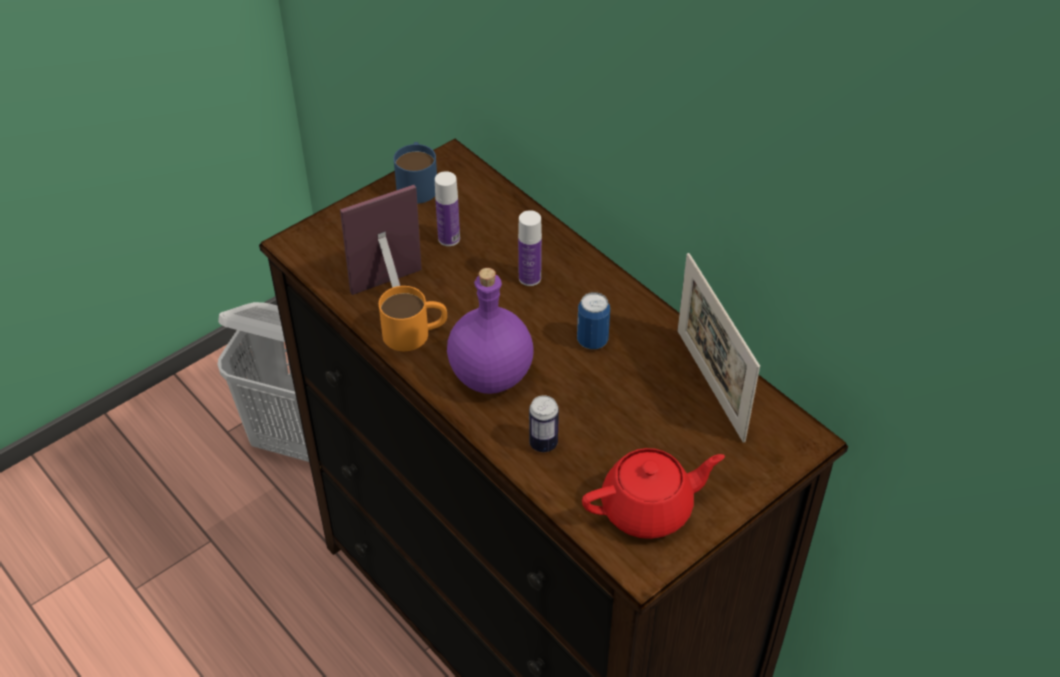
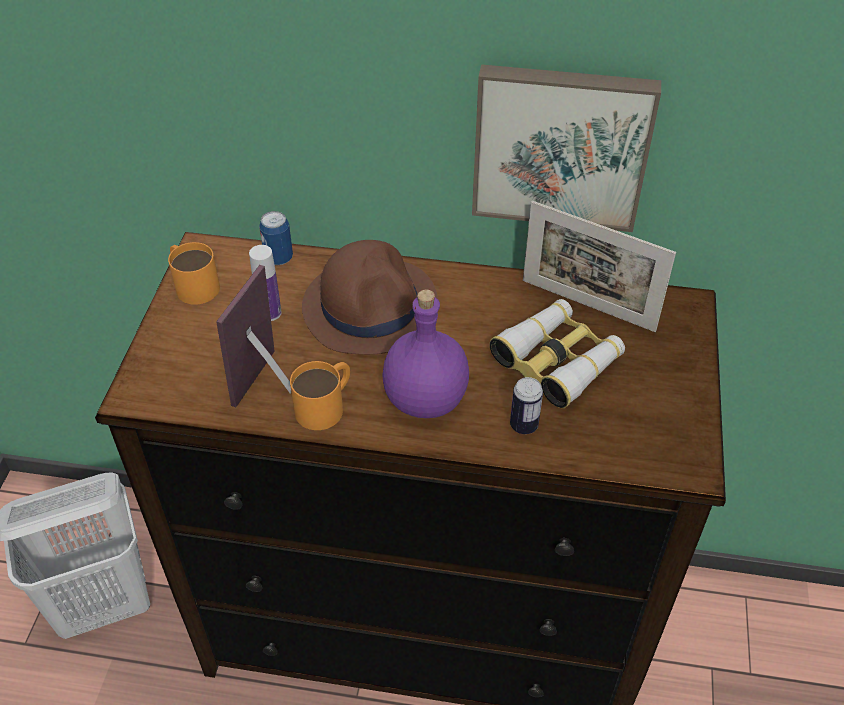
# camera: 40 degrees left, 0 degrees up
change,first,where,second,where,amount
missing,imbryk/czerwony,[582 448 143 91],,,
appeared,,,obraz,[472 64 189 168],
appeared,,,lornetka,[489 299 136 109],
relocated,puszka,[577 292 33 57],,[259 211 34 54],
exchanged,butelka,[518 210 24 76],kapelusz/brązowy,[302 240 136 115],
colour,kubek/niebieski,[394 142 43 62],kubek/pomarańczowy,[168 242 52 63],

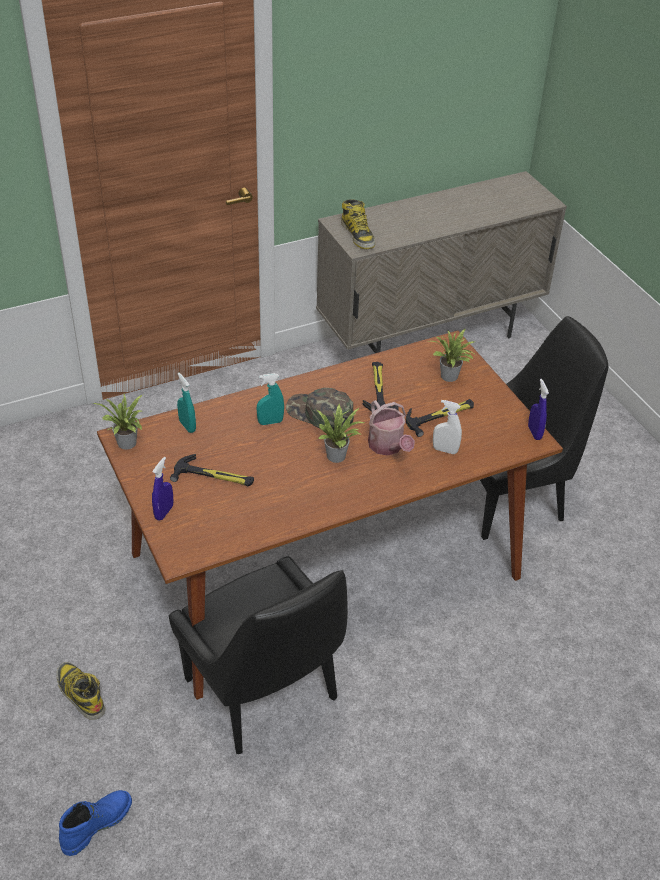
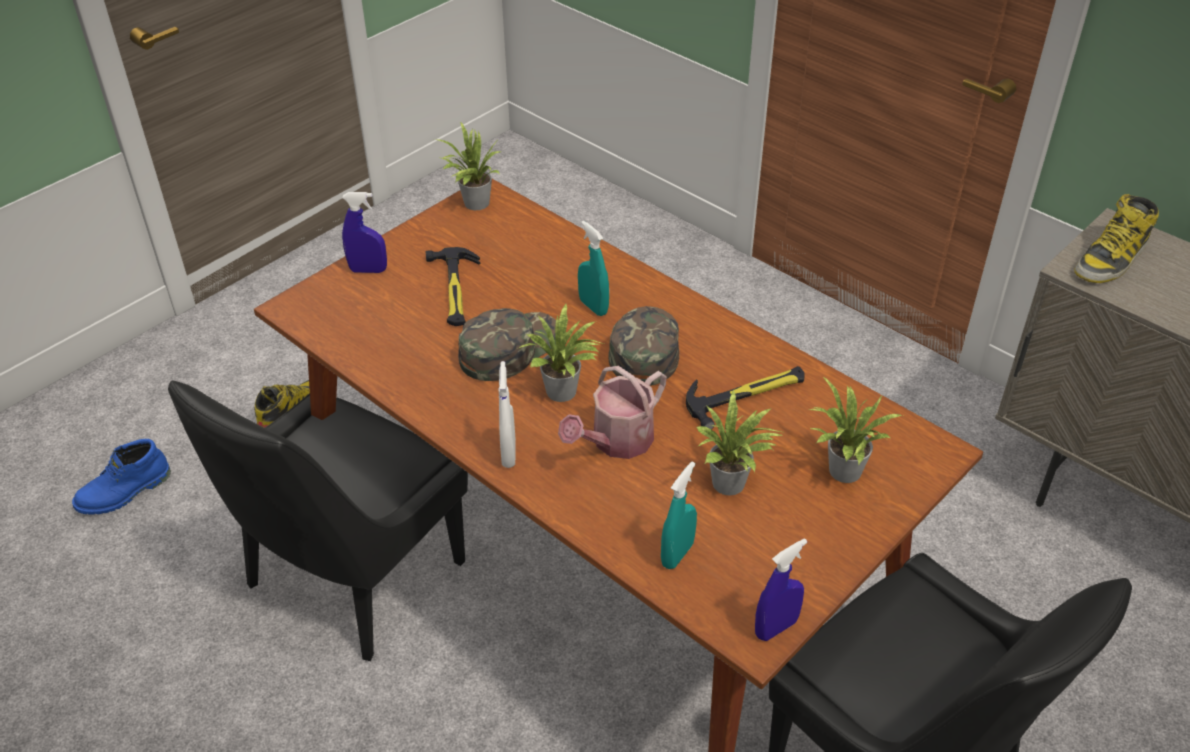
# camera: 70 degrees right, 0 degrees up
change,first,where,second,where,amount
appeared,,,czapka z daszkiem/zielony,[458 308 98 73],
relocated,spryskiwacz/turkusowy,[177 373 19 60],,[661 462 36 107],
relocated,spryskiwacz/biały,[433 400 29 54],,[499 361 17 107],
exchanged,młotek,[406 399 68 38],roślina doniczkowa,[697 390 87 105],
spun,but z cholewką/niebieski,[59 790 73 66],,[72 439 99 76],120 degrees clockwise

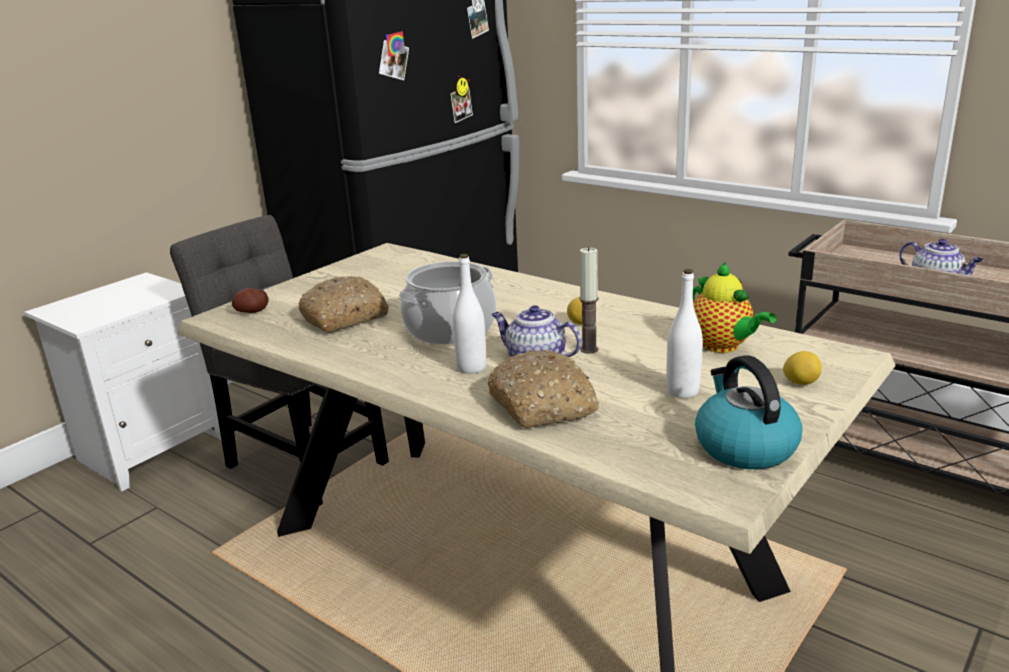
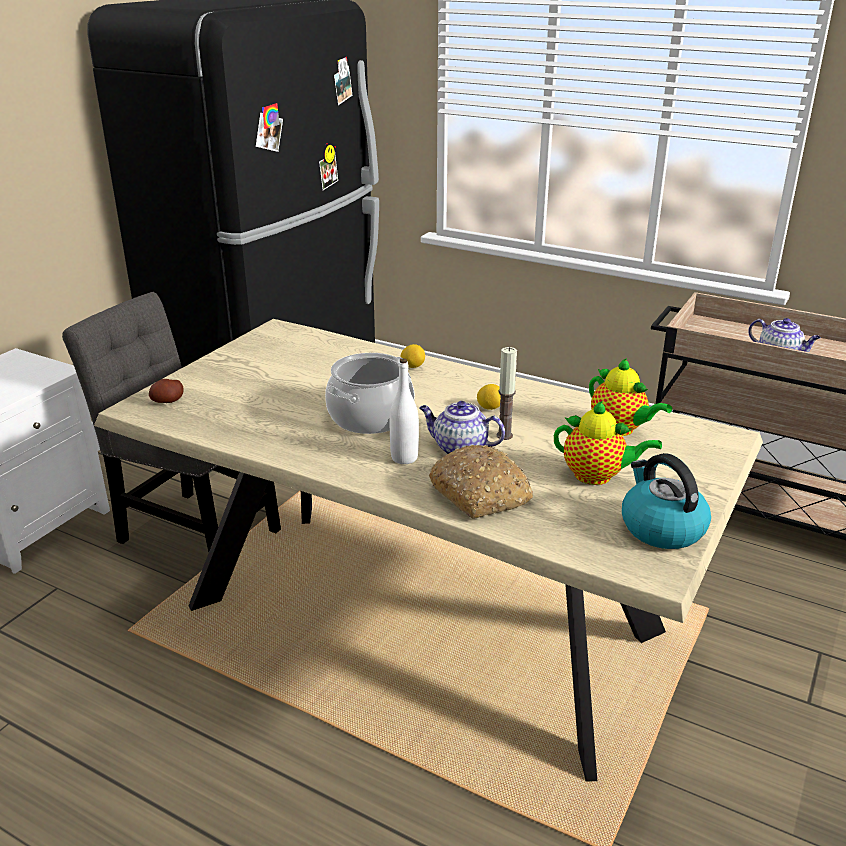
# camera: 10 degrees left, 5 degrees up
change,first,where,second,where,amount
missing,chleb,[299 276 90 57],,,
relocated,cytryna,[783 351 39 34],,[401 344 24 24],
exchanged,butelka/biały,[666 269 37 129],imbryk,[554 401 108 84],

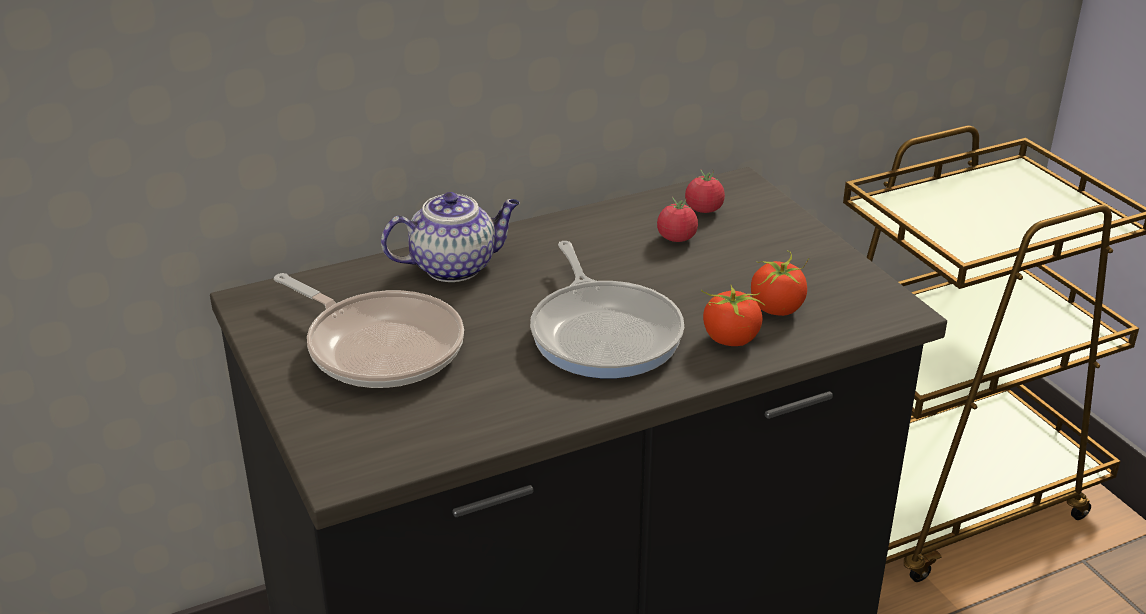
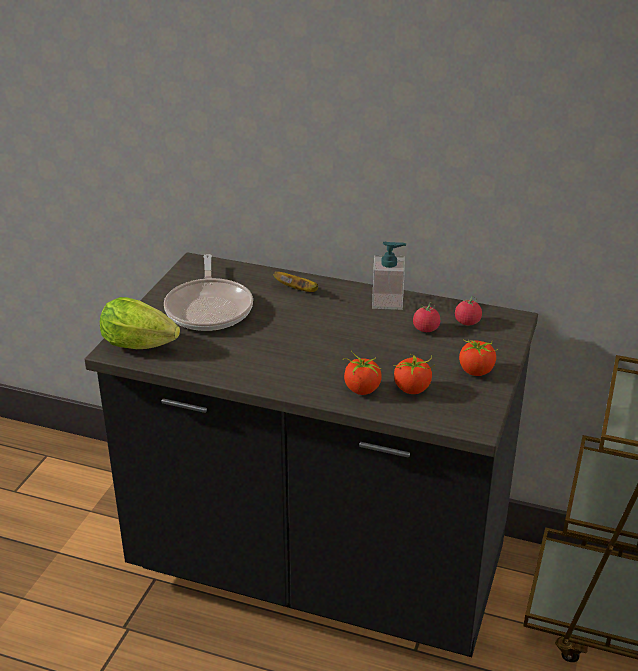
# camera: 45 degrees right, 0 degrees up
change,first,where,second,where,amount
missing,patelnia,[530 241 154 137],,,
appeared,,,sałata,[100 297 80 52],
appeared,,,dozownik mydła,[372 242 34 68],
appeared,,,pomidor,[459 339 39 37],
exchanged,imbryk,[381 192 139 90],banan,[273 272 45 20],

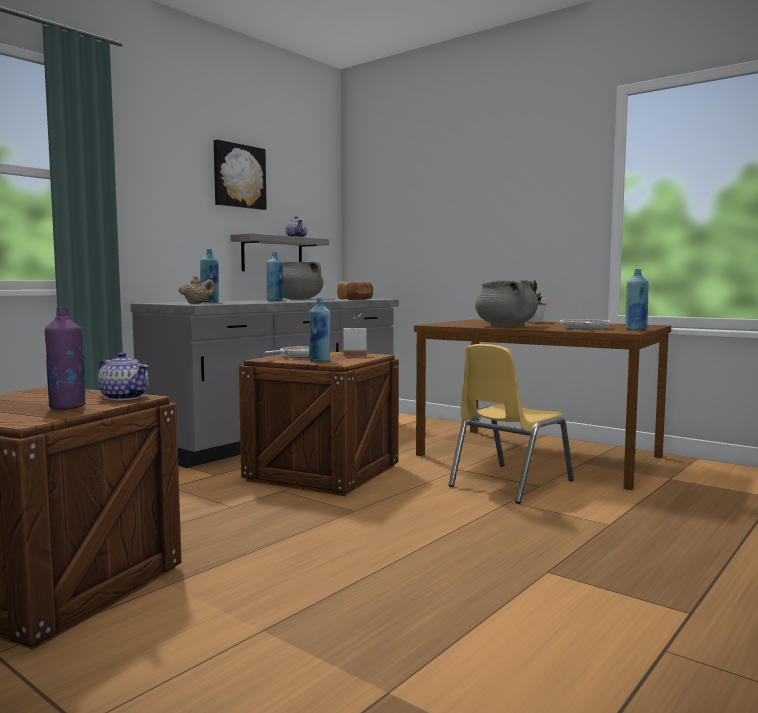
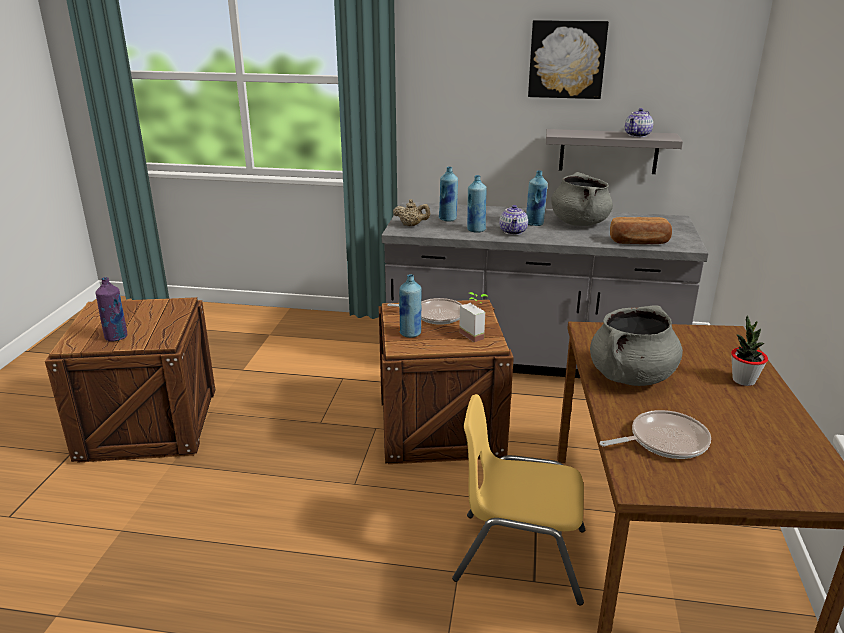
# camera: 60 degrees right, 20 degrees up
change,first,where,second,where,amount
relocated,imbryk,[98 352 51 49],,[499 205 29 30],
relocated,butelka/niebieski,[626 269 23 61],,[467 175 20 58],

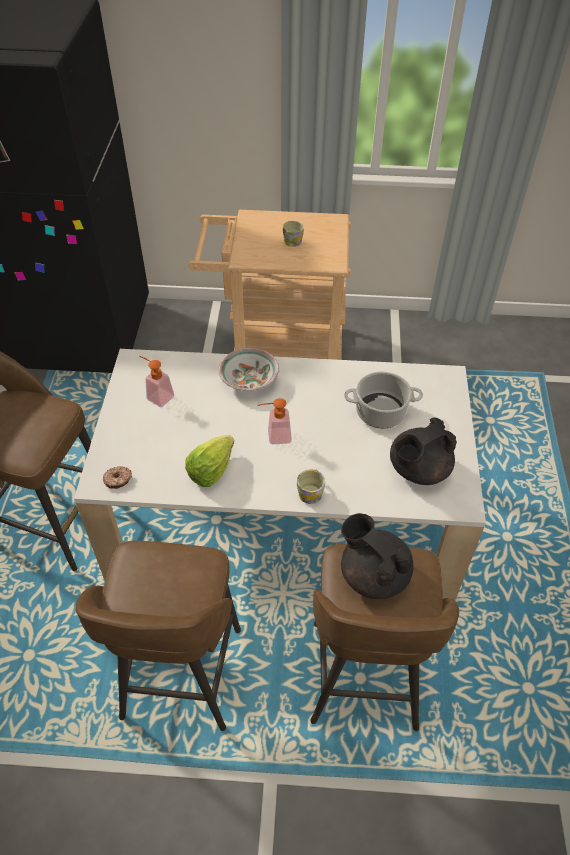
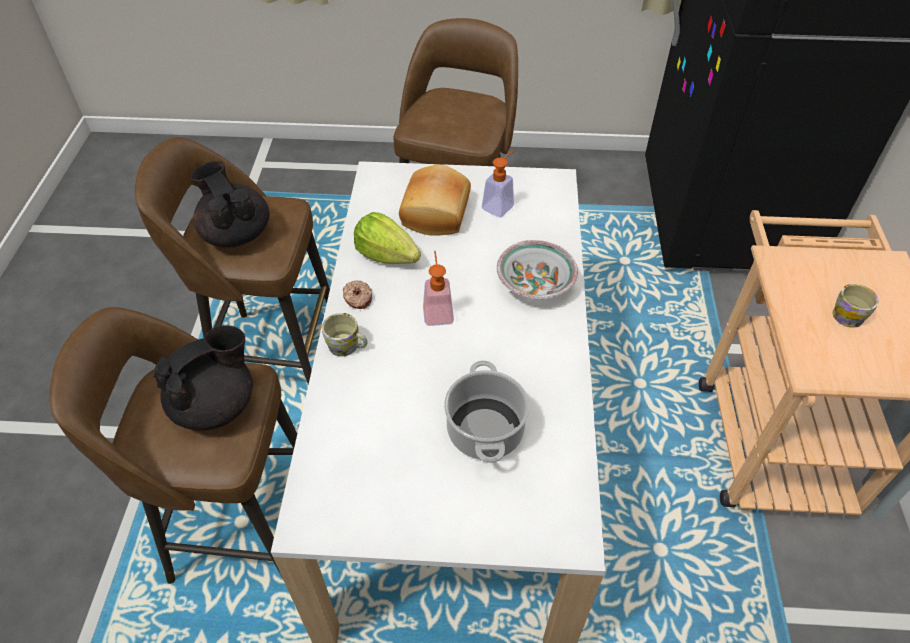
# camera: 90 degrees right, 0 degrees up
change,first,where,second,where,amount
appeared,,,chleb,[399 164 72 72],
relocated,donut,[103 466 29 23],,[343 281 29 28],
relocated,imbryk/czarny,[390 417 67 68],,[191 161 79 87],

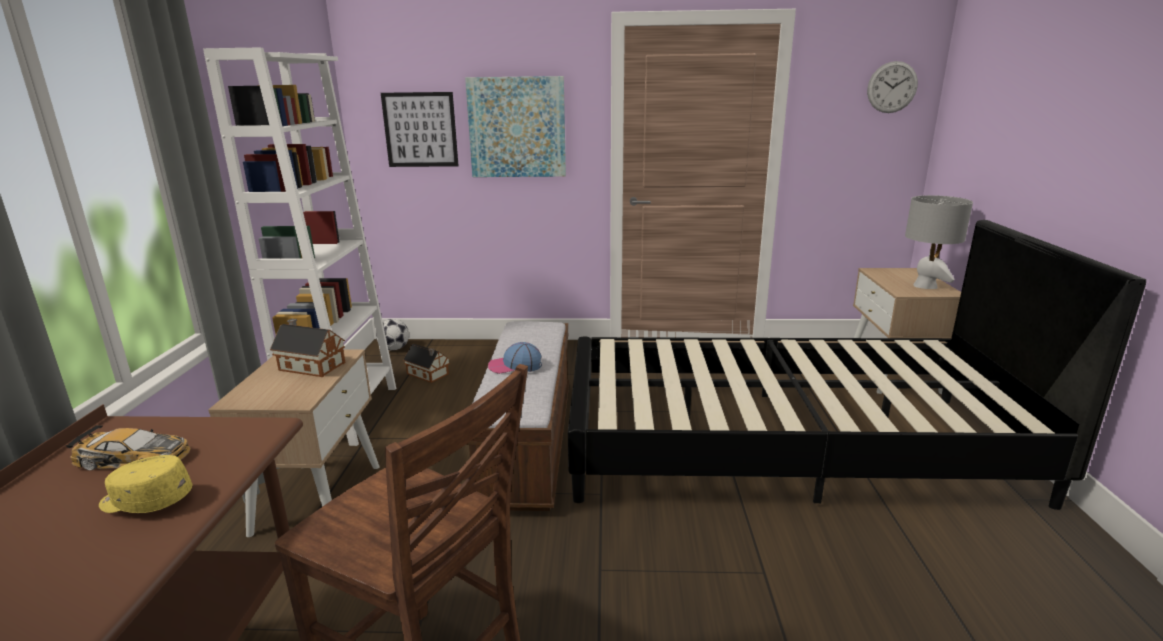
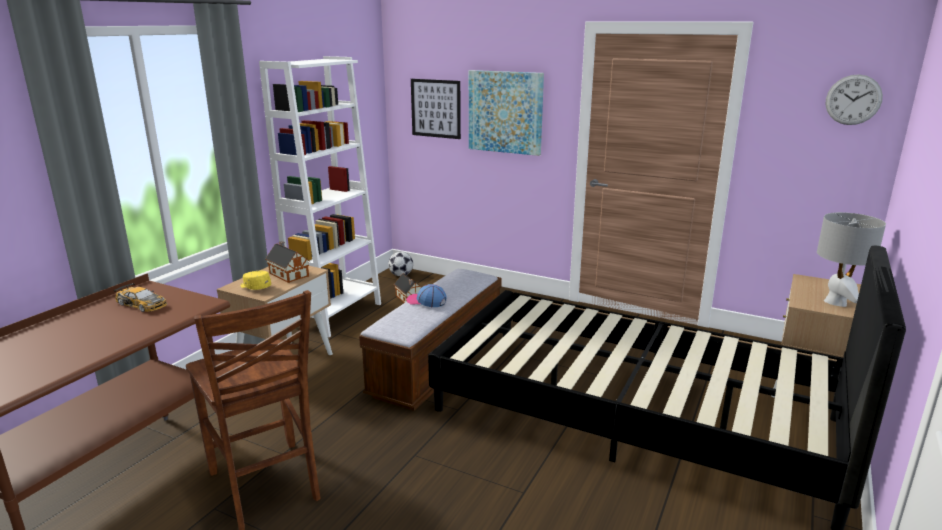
# camera: 25 degrees right, 0 degrees up
change,first,where,second,where,amount
relocated,czapka z daszkiem/żółty,[99 455 93 58],,[240 271 31 19],

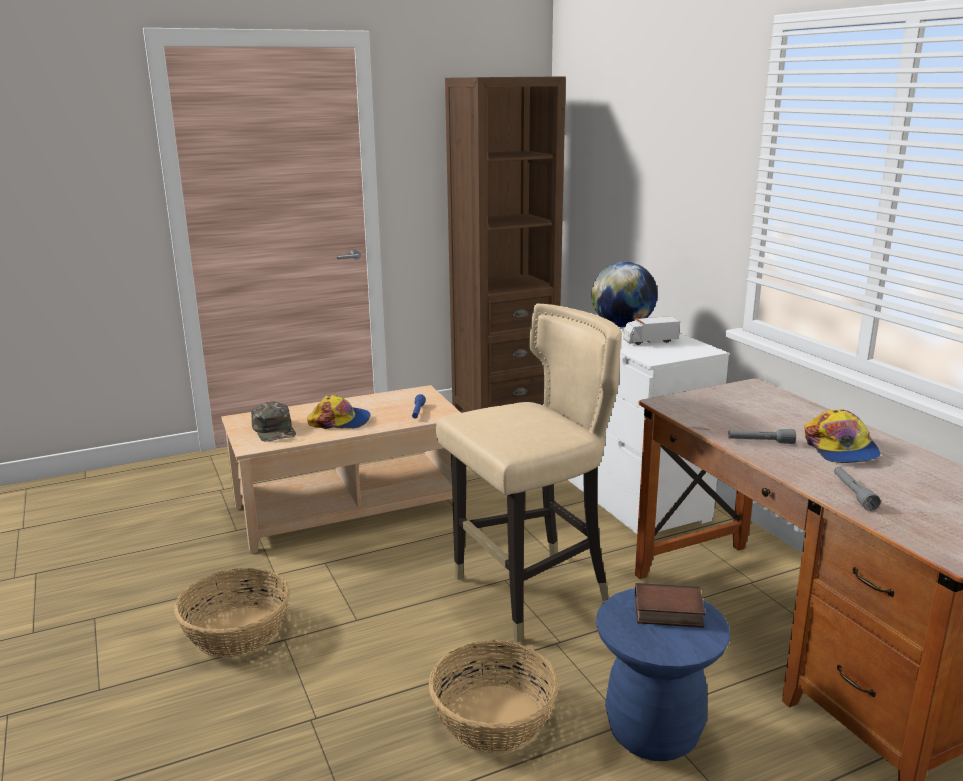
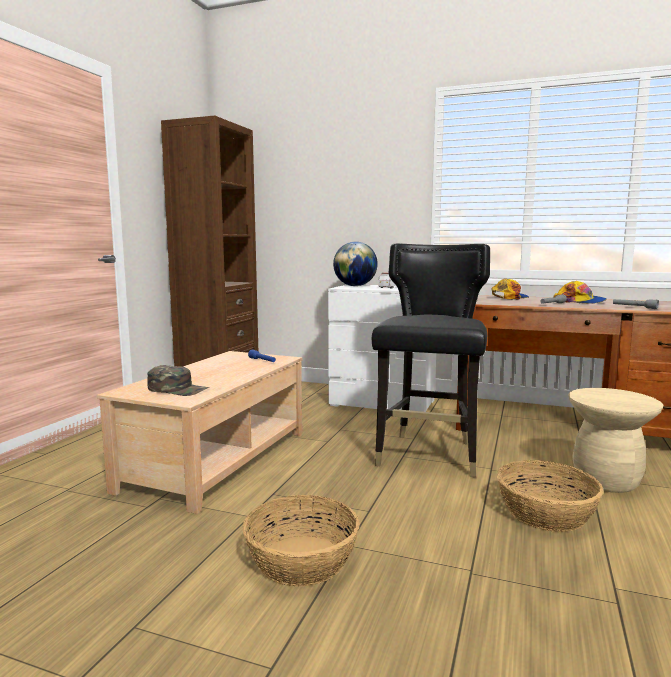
# camera: 45 degrees left, 10 degrees down
change,first,where,second,where,amount
missing,książka,[635 583 71 45],,,
relocated,czapka z daszkiem,[307 395 63 34],,[491 279 38 21],
colour,krzesło/beżowy,[436 303 186 339],krzesło/czarny,[372 243 118 235],
colour,stołek/niebieski,[596 588 134 173],stołek/beżowy,[568 388 95 105],

